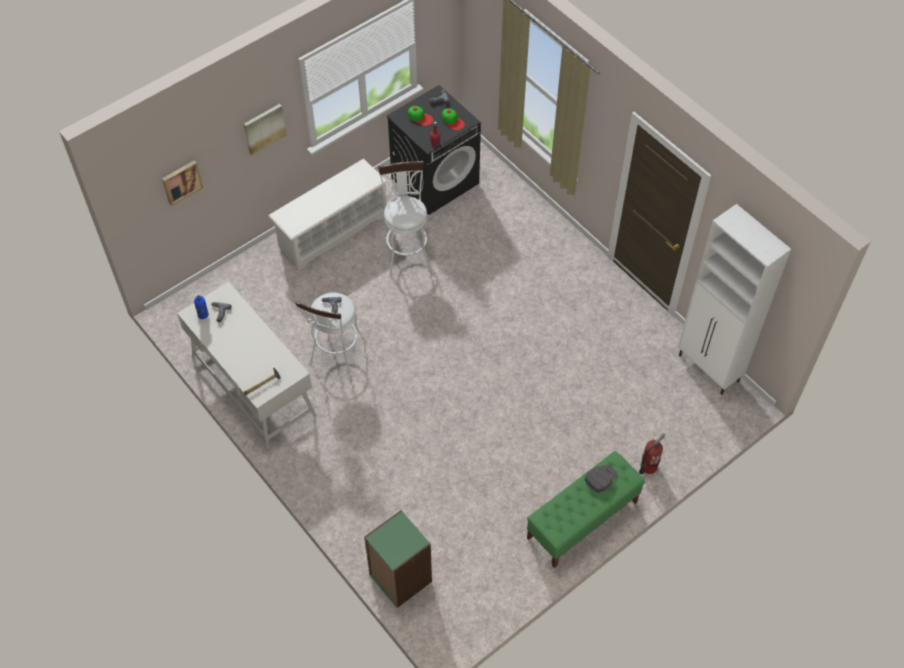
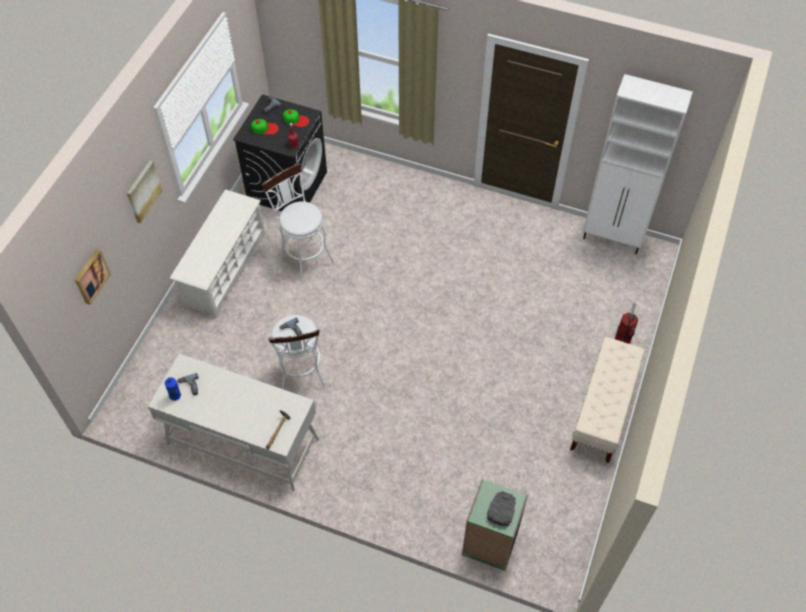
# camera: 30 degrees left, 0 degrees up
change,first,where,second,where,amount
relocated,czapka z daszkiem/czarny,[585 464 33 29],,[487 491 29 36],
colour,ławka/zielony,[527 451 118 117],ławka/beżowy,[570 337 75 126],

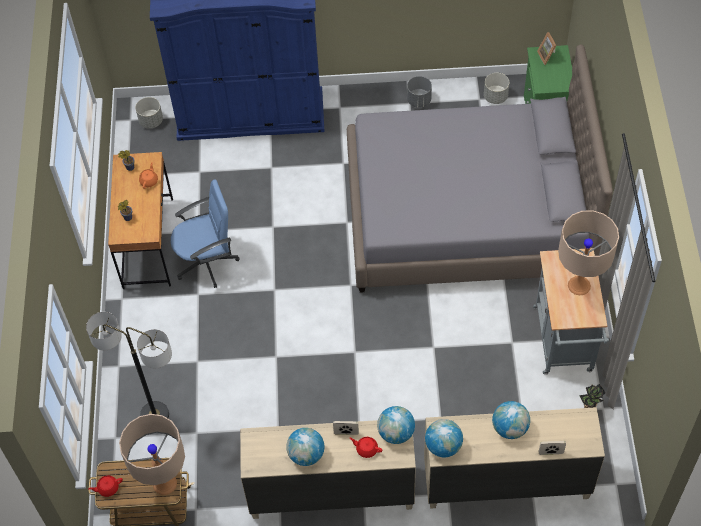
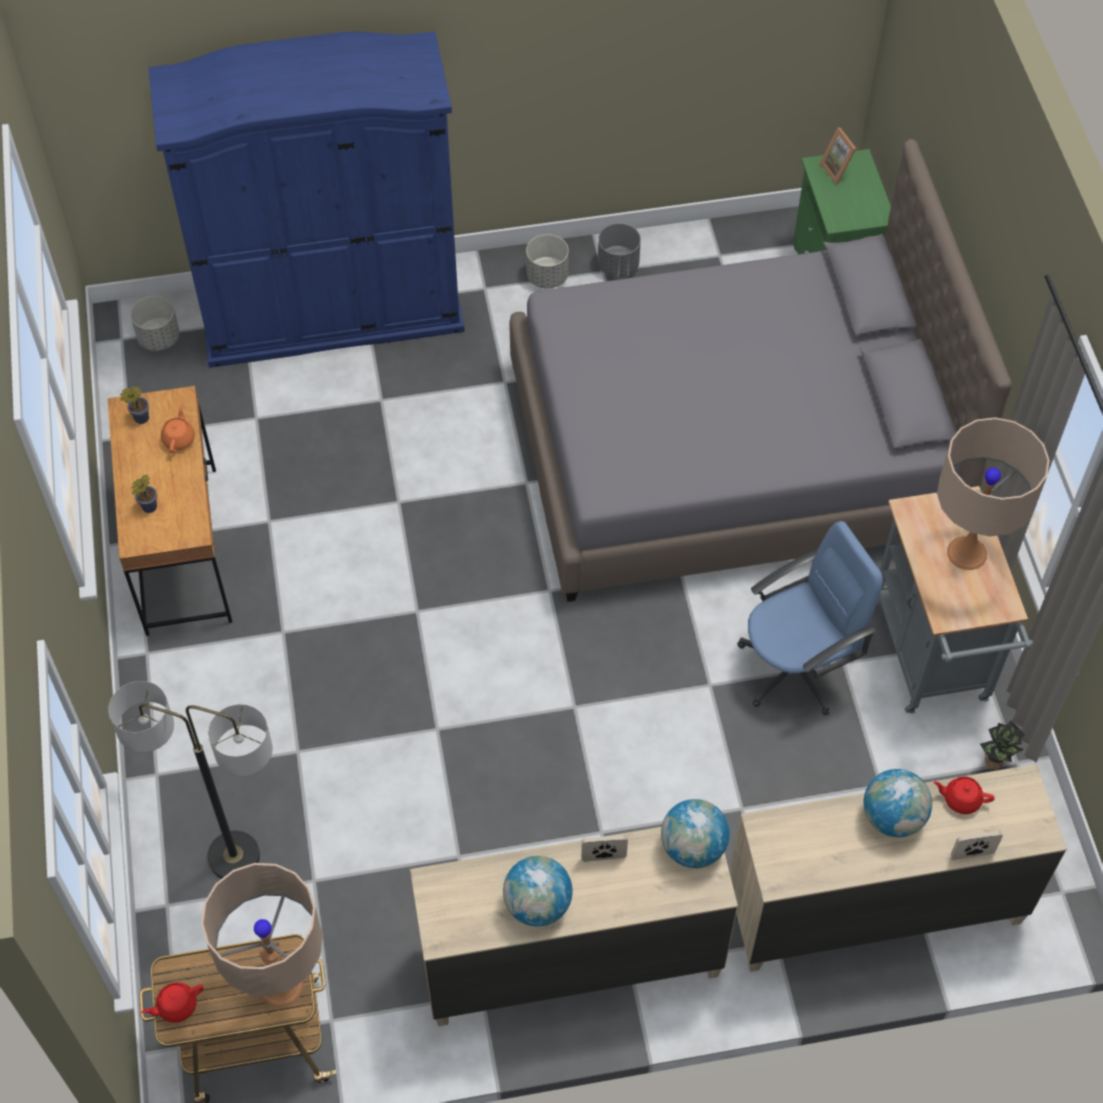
# camera: 10 degrees left, 0 degrees up
change,first,where,second,where,amount
missing,globus,[425 419 38 38],,,
relocated,krzesło biurowe/niebieski,[171 179 69 109],,[737 521 146 195],
relocated,imbryk/czerwony,[349 437 34 21],,[933 777 62 37],
relocated,donica/szary,[484 73 26 31],,[526 234 43 55],

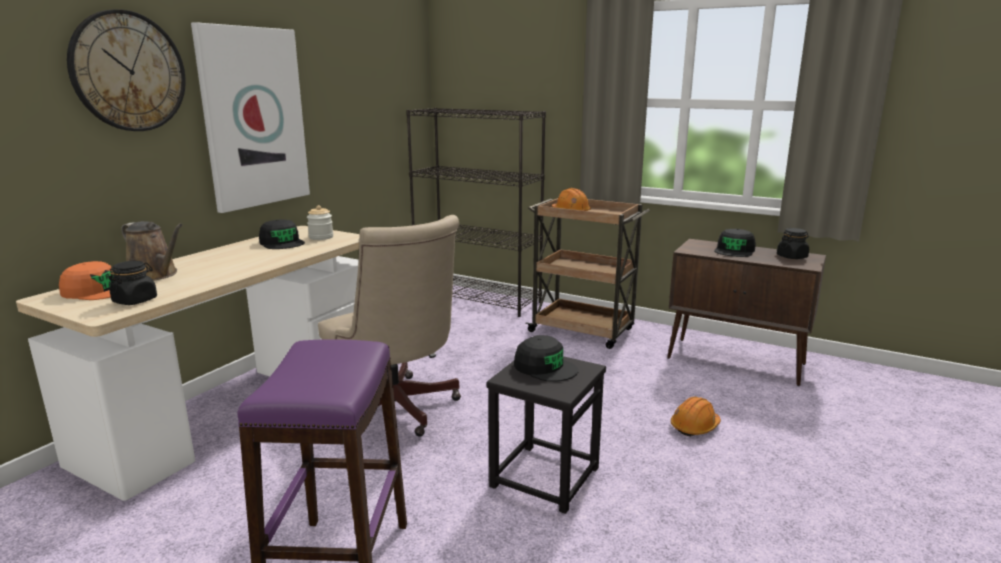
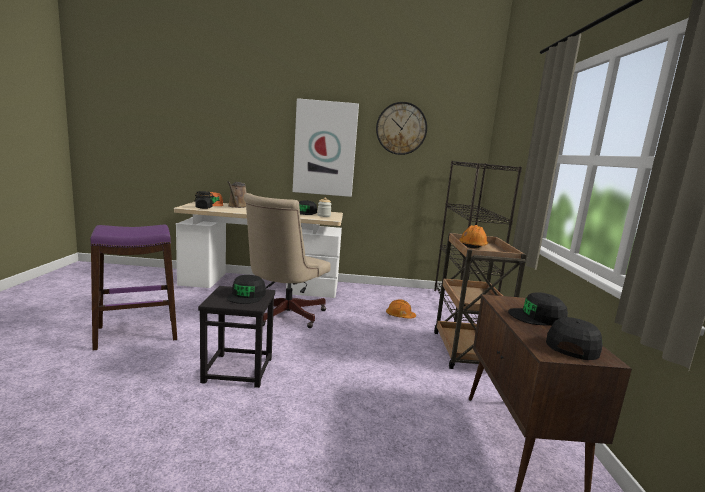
# camera: 60 degrees right, 5 degrees down
change,first,where,second,where,amount
relocated,zegar ścienny,[67 9 119 122],,[376 102 51 53],
relocated,kask/pomarańczowy,[671 397 50 39],,[386 299 30 20],
exchanged,słoik/czarny,[777 228 32 31],czapka z daszkiem/czarny,[546 317 57 43],

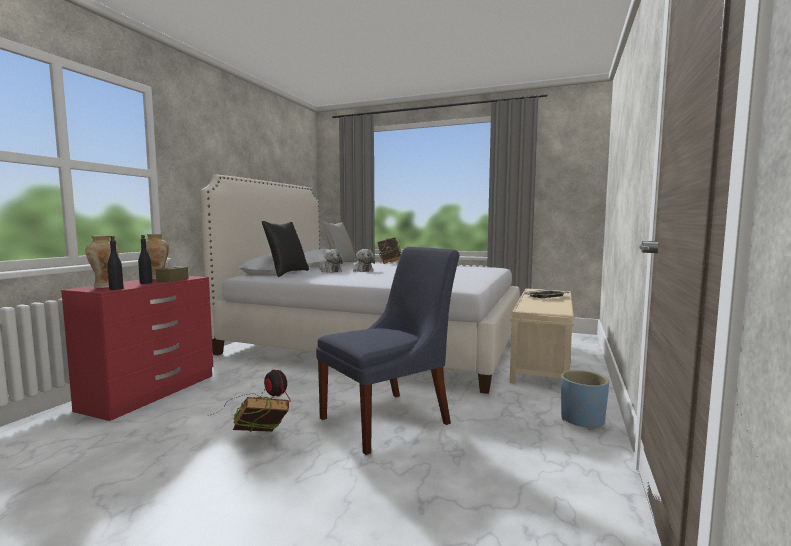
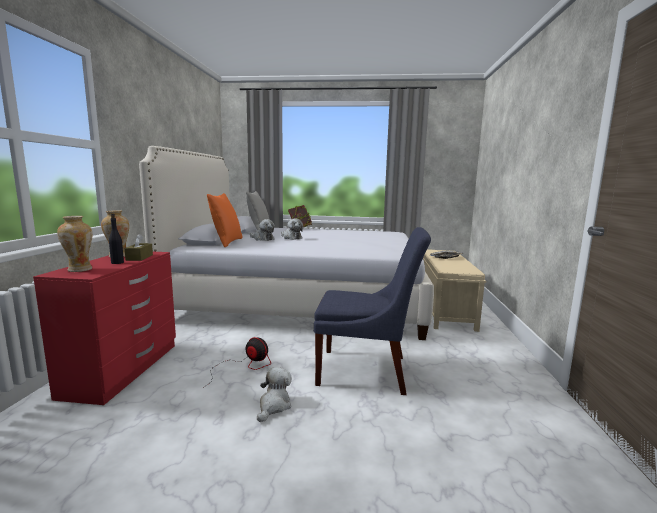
# camera: 15 degrees left, 5 degrees up
change,first,where,second,where,amount
missing,butelka/czarny,[107 236 17 54],,,
missing,donica/niebieski,[561 370 48 60],,,
exchanged,książka,[233 396 56 36],pluszak,[257 367 35 55],
colour,poduszka/czarny,[262 221 47 56],poduszka/pomarańczowy,[207 193 36 54],
spun,krzesło/niebieski,[316 247 143 208],,[314 227 117 168],60 degrees clockwise

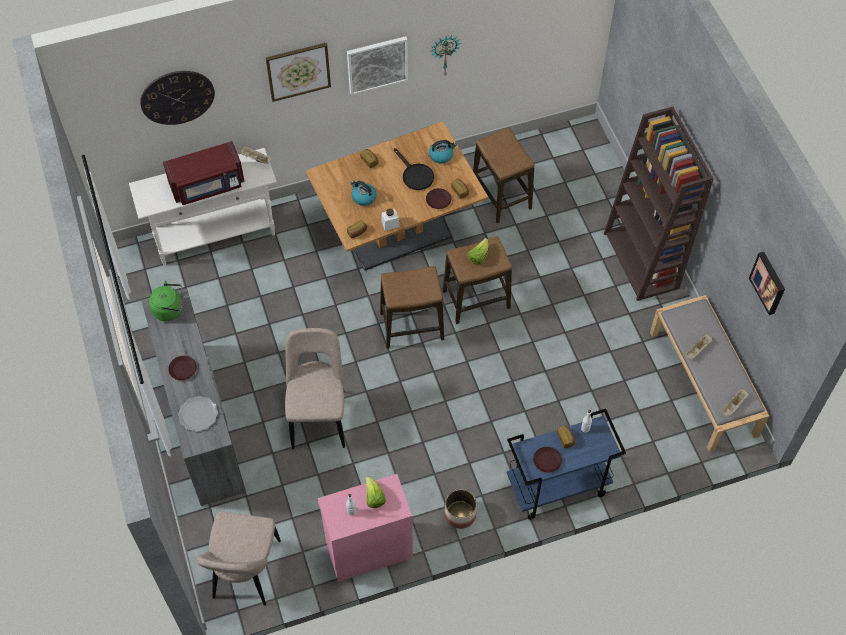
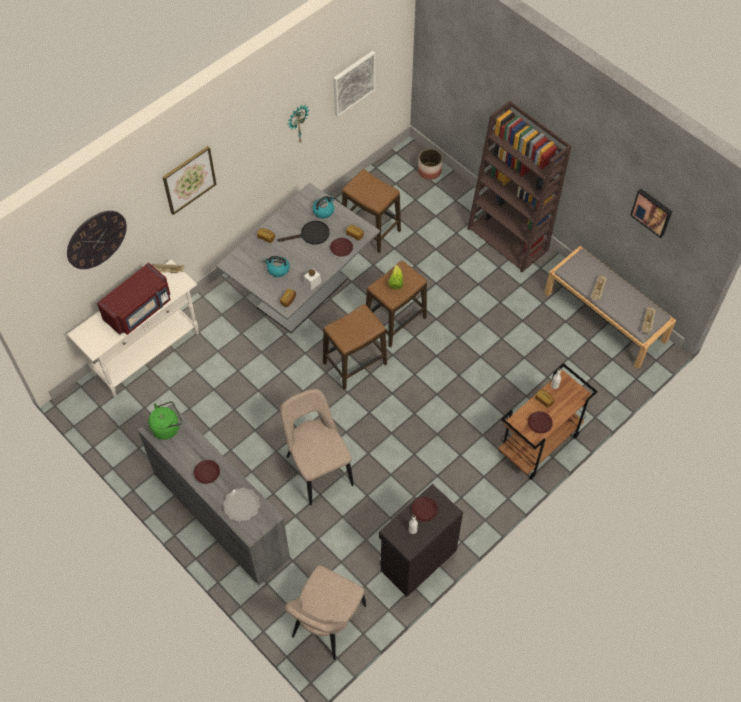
# camera: 25 degrees left, 0 degrees up
change,first,where,second,where,amount
relocated,obraz,[347 36 61 59],,[333 51 42 66],
relocated,donica,[444 489 33 40],,[418 149 24 31],
exchanged,sałata,[365 476 21 32],talerz/brązowy,[412 497 26 25],
colour,stół jadalny/brązowy,[306 121 182 149],stół jadalny/szary,[216 182 164 152],
colour,szafka/różowy,[318 474 95 108],szafka/czarny,[379 484 84 113],
colour,wózek/niebieski,[507 409 119 111],wózek/brązowy,[498 363 100 117],
spun,krzesło/beżowy,[197 512 84 93],,[285 566 81 94],45 degrees clockwise
spun,patelnia/czarny,[394 148 40 42],,[277 221 53 24],45 degrees counterclockwise

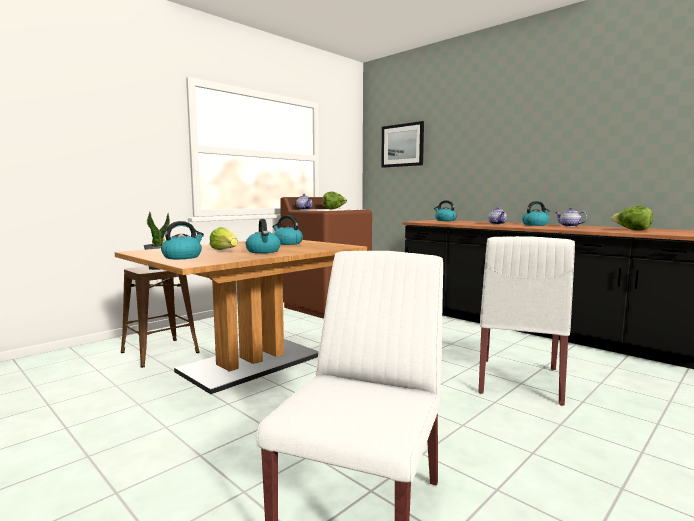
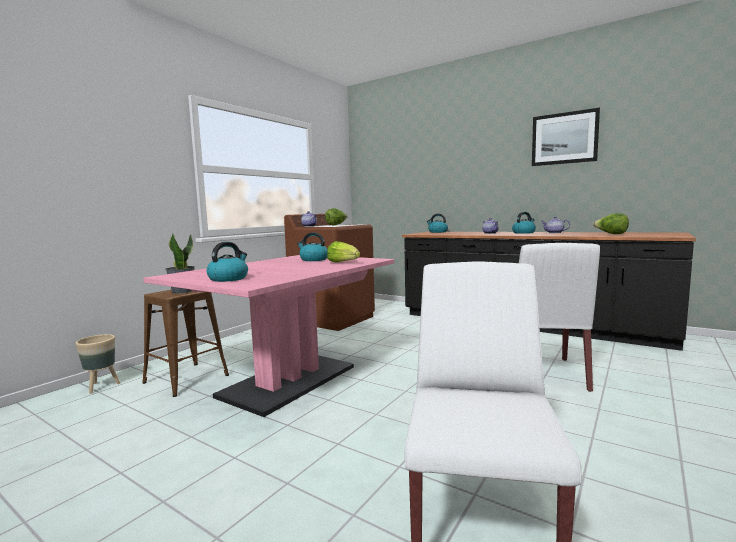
# camera: 10 degrees left, 0 degrees up
change,first,where,second,where,amount
missing,czajnik,[246 219 35 34],,,
appeared,,,donica/beżowy,[76 334 44 60],
relocated,sałata,[210 227 28 23],,[327 241 33 22],
relocated,obraz,[381 121 43 47],,[532 108 68 58],
colour,stół jadalny/brązowy,[115 240 252 154],stół jadalny/różowy,[143 255 251 162],

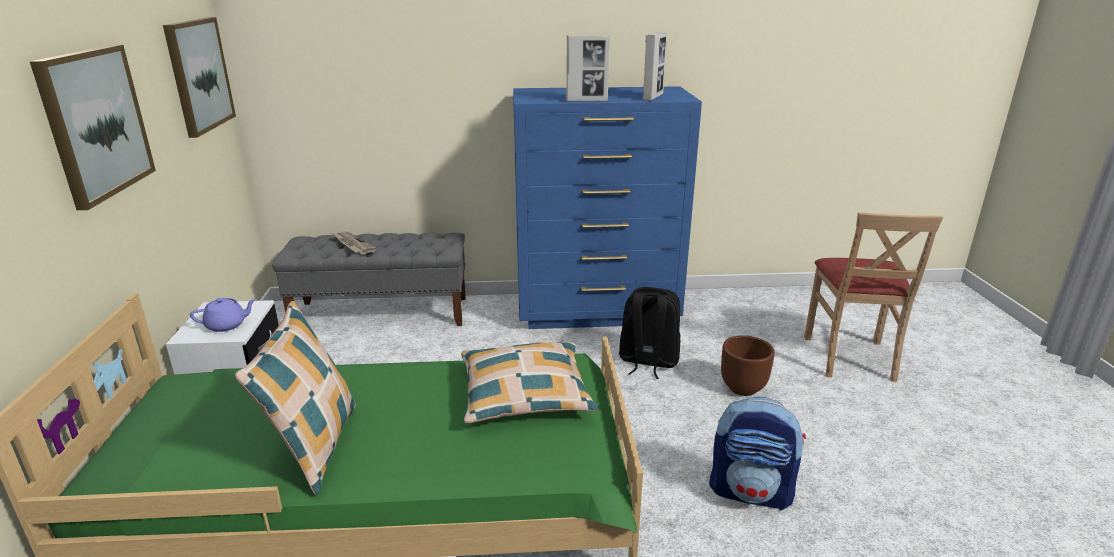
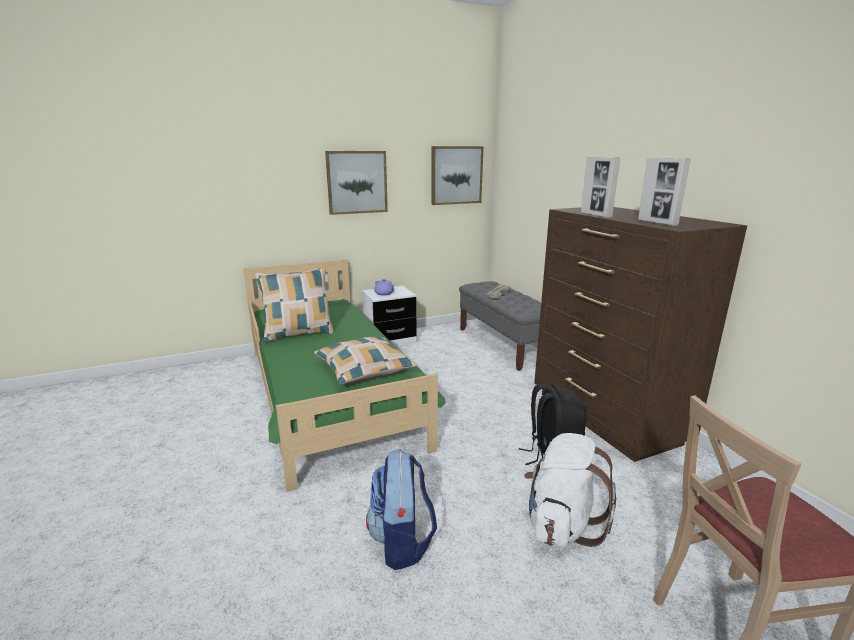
# camera: 70 degrees right, 5 degrees down
change,first,where,second,where,amount
exchanged,donica/brązowy,[721 335 54 61],plecak/biały,[524 433 92 115],
colour,komoda/niebieski,[513 86 189 243],komoda/brązowy,[534 207 213 255],
spun,ramka na zdjęcie,[642 32 25 69],,[638 157 53 69],60 degrees clockwise

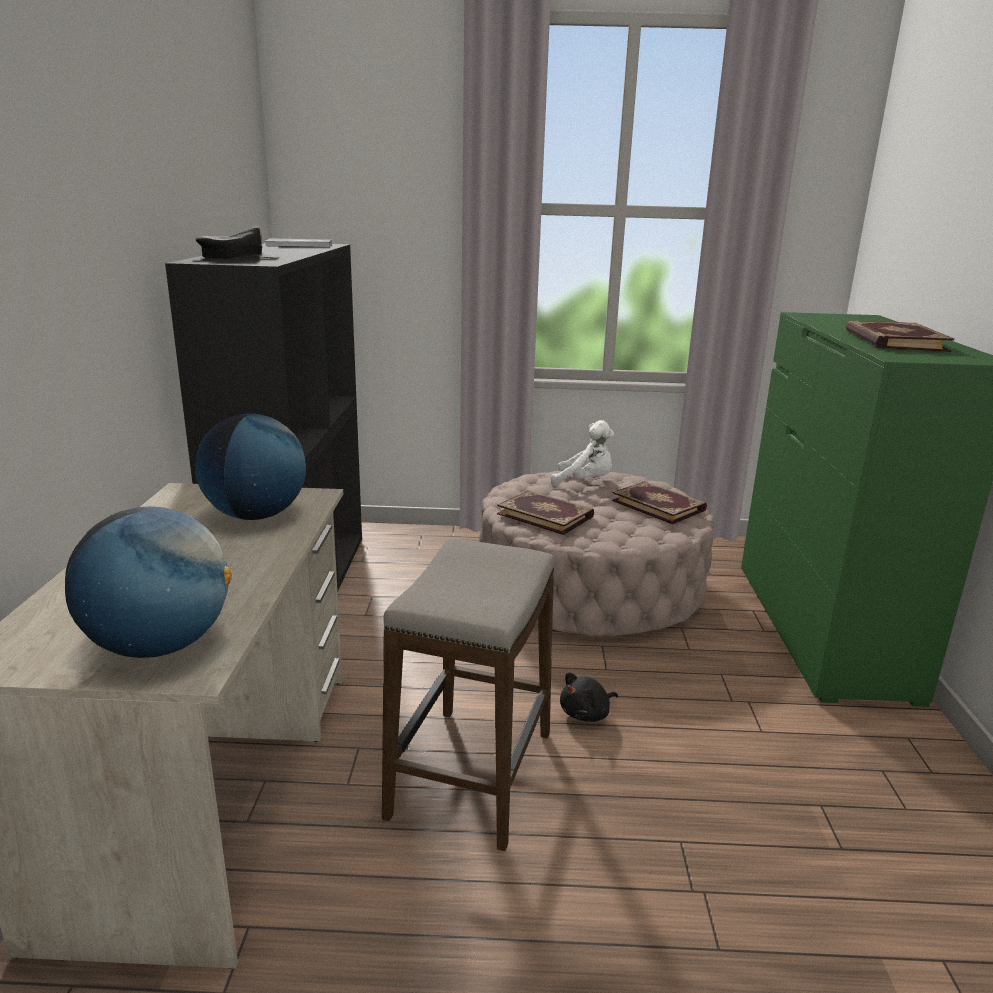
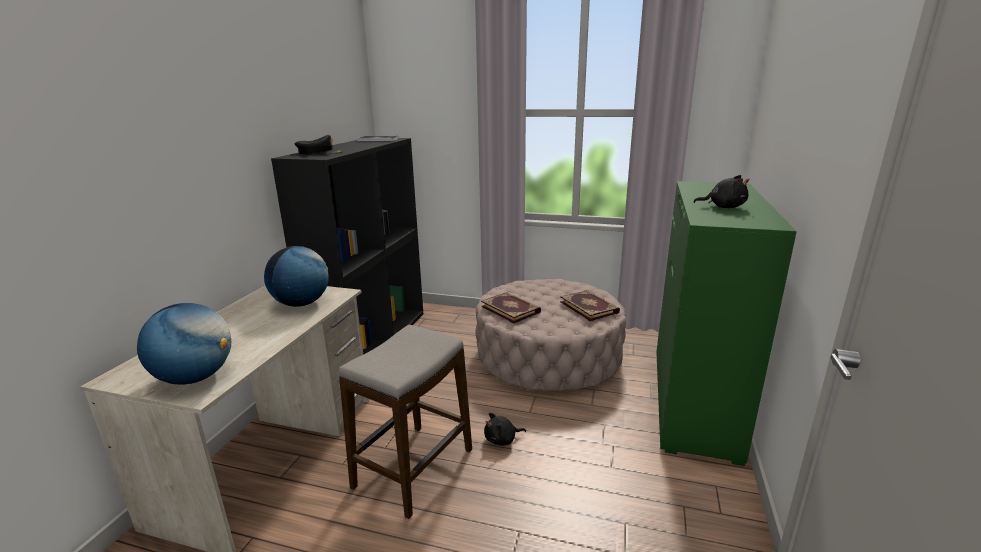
# camera: 15 degrees right, 0 degrees up
change,first,where,second,where,amount
missing,pluszak/biały,[551 420 63 66],,,
exchanged,książka,[846 320 108 32],pluszak/czarny,[693 175 57 33],

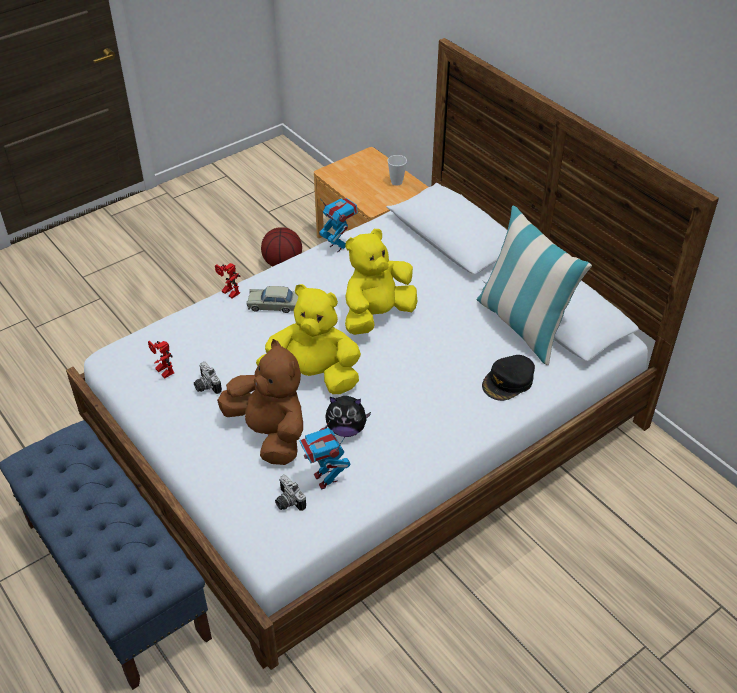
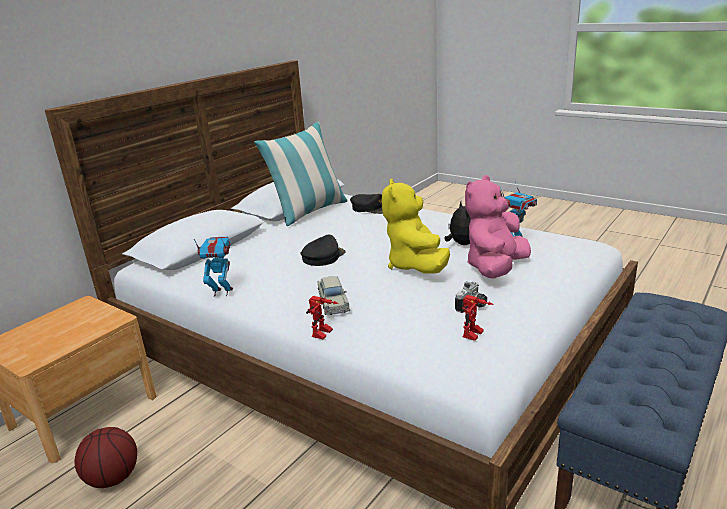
# camera: 105 degrees left, 20 degrees down
change,first,where,second,where,amount
missing,aparat fotograficzny,[275 475 31 36],,,
missing,filiżanka,[388 155 19 31],,,
exchanged,pluszak/żółty,[345 229 72 106],czapka z daszkiem/czarny,[301 234 45 32],
colour,pluszak/brązowy,[217 339 86 126],pluszak/różowy,[465 175 66 104],
spun,robot zabawkowy,[319 198 38 54],,[194 237 39 60],60 degrees clockwise

